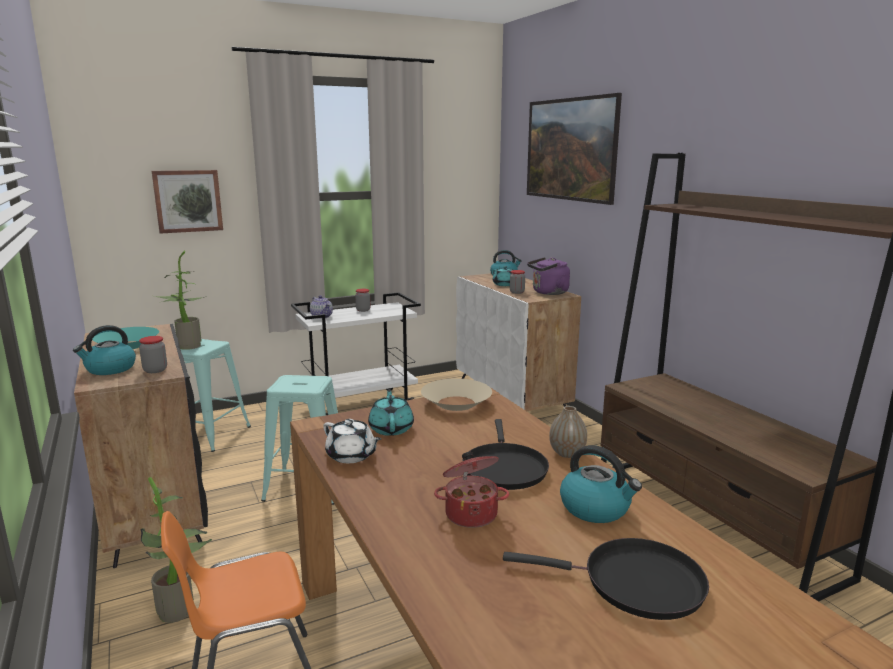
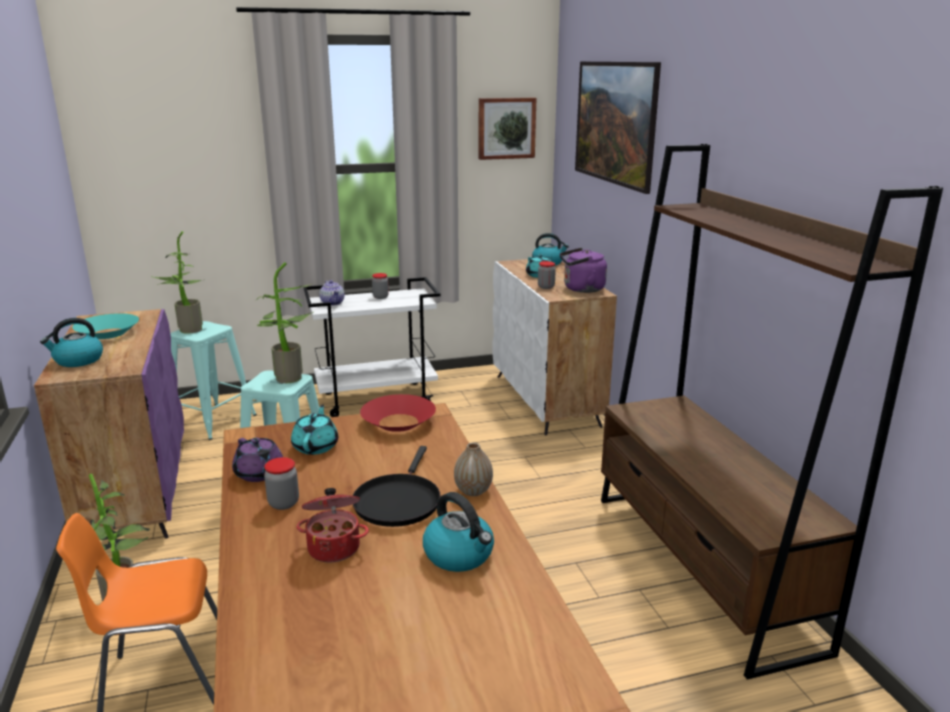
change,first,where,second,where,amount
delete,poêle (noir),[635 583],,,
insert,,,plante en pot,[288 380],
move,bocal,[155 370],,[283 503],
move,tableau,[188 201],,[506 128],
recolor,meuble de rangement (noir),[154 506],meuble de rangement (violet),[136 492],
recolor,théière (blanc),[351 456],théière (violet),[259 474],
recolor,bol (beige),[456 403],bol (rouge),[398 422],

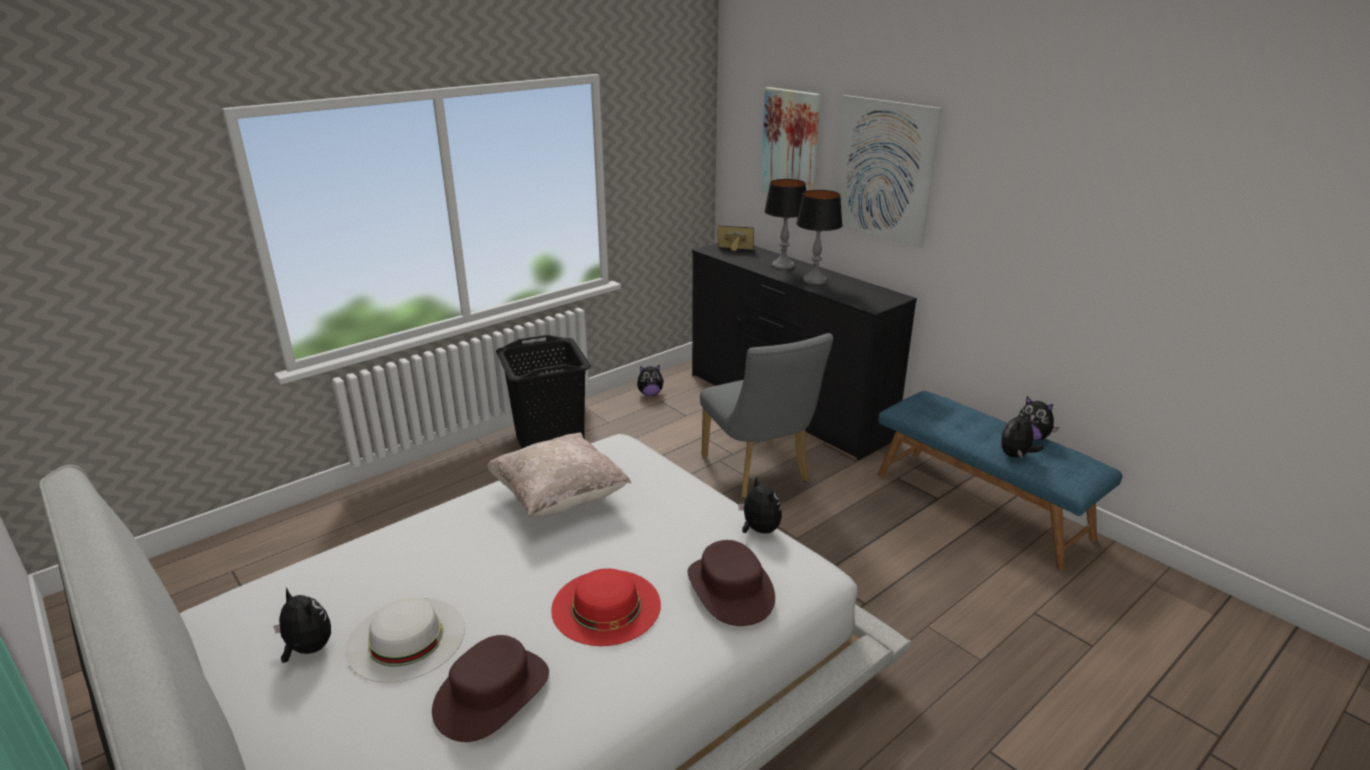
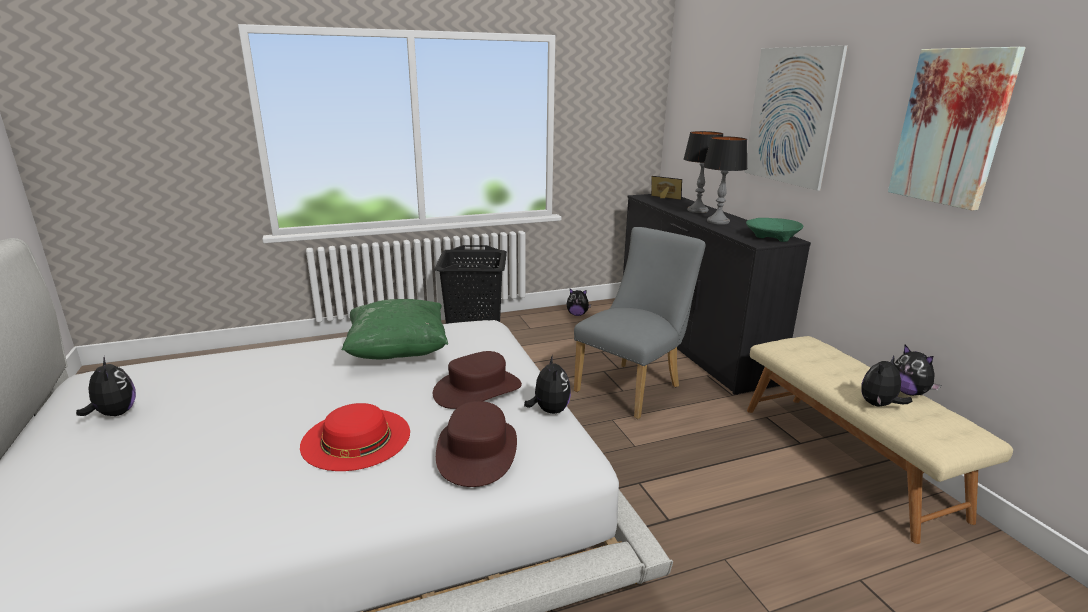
change,first,where,second,where,amount
delete,chapeau (blanc),[406 638],,,
insert,,,bol (vert),[772 237],
move,chapeau (marron),[492 693],,[477 389],
move,tableau,[791 144],,[952 127],
recolor,coussin (beige),[559 498],coussin (vert),[398 352],
recolor,banc (bleu),[981 505],banc (beige),[846 458],
rotate,chaise (gris),[759 472],,[633 386],135 degrees counterclockwise

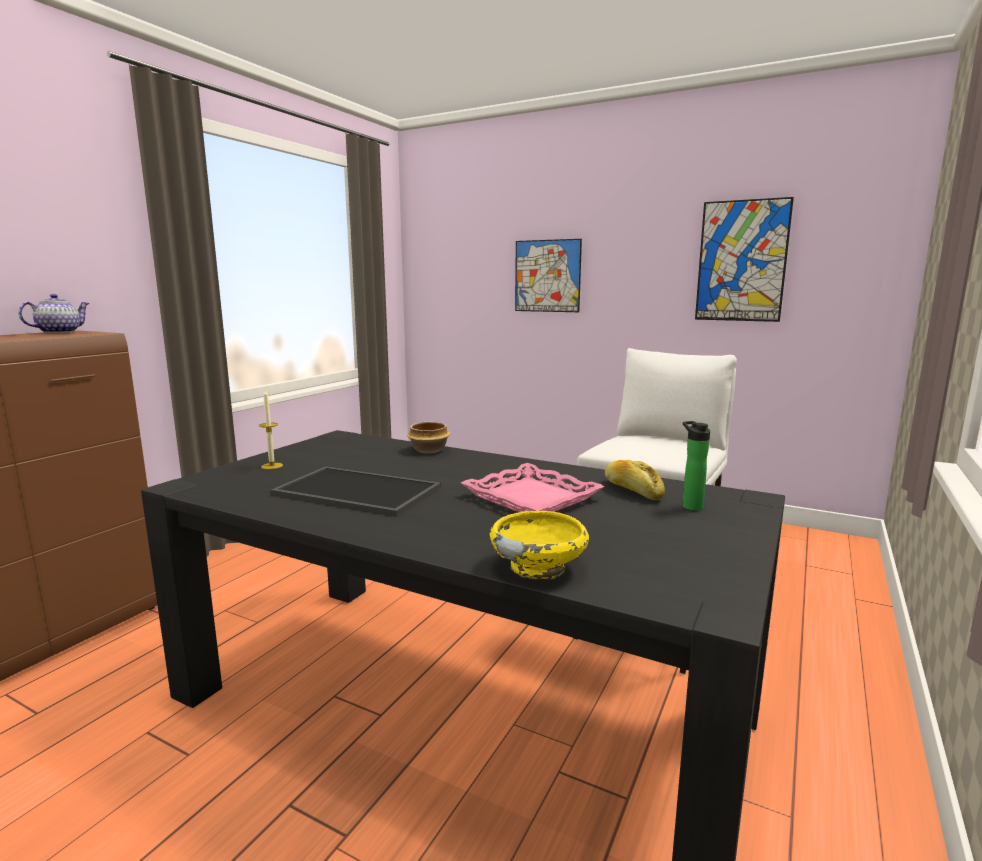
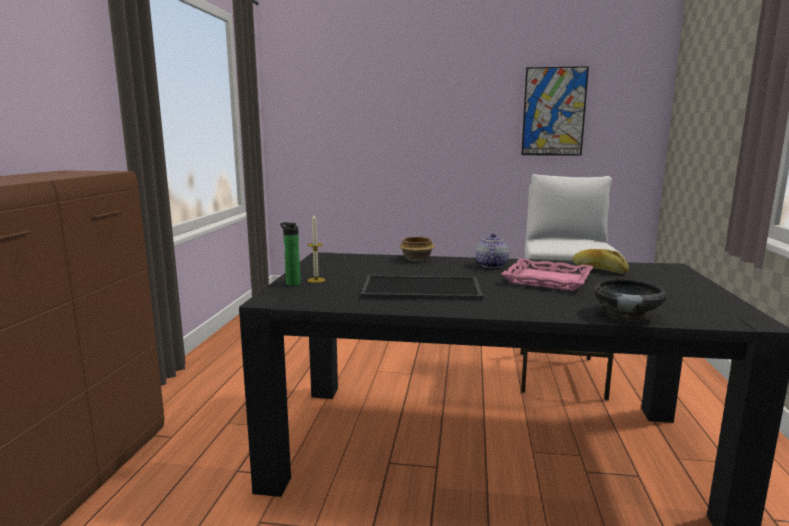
change,first,where,second,where,amount
delete,tableau,[547 276],,,
move,théière,[59 332],,[490 265],
move,bouteille,[690 506],,[292 283],
recolor,bol (jaune),[539 567],bol (noir),[627 315],

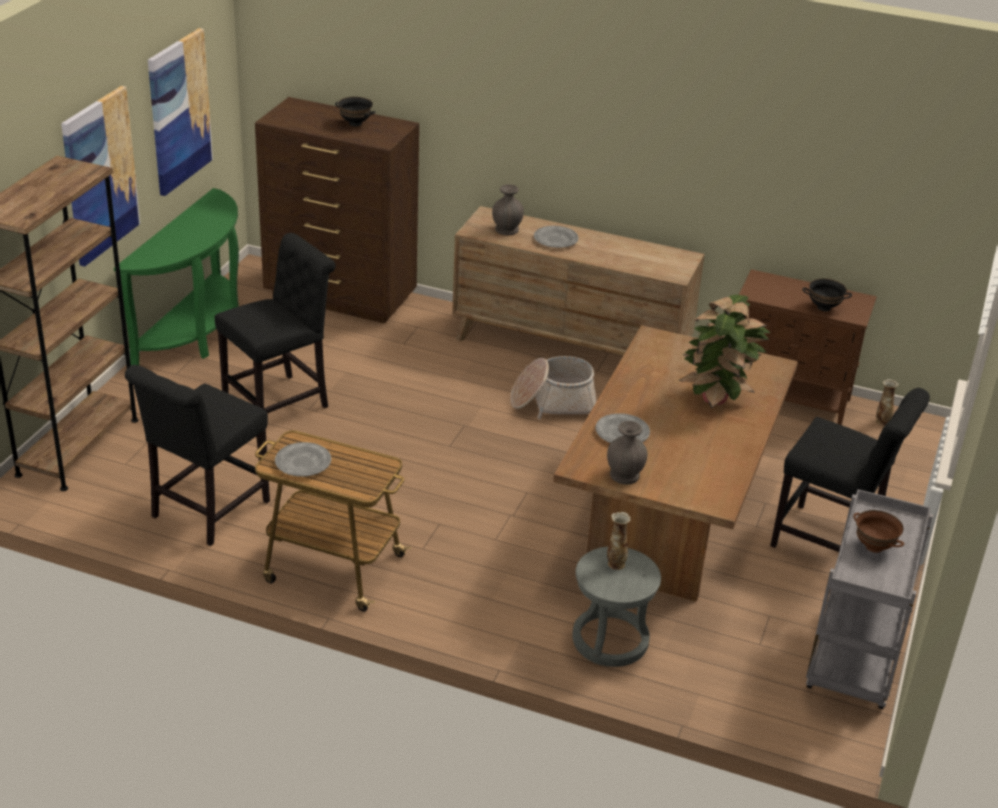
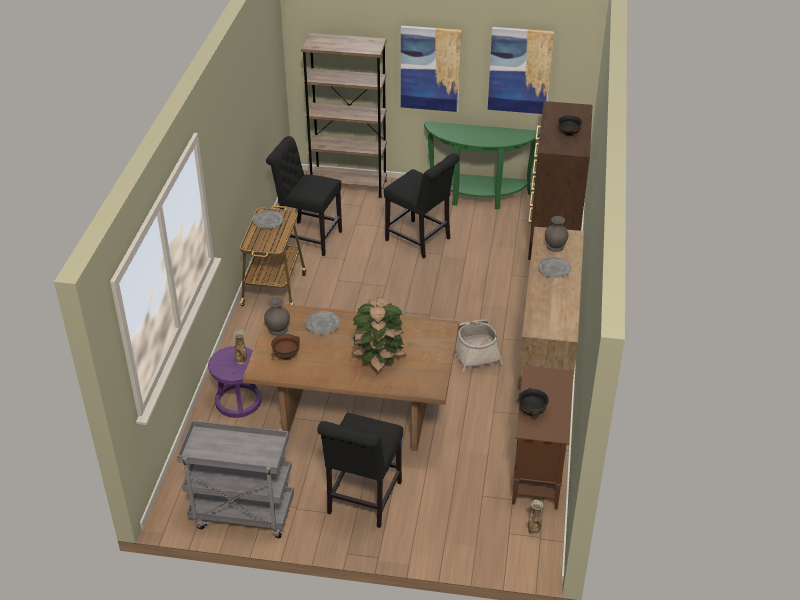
change,first,where,second,where,amount
move,bol (marron),[874 547],,[286 356],
recolor,tabouret (gris),[610 640],tabouret (violet),[238 401],

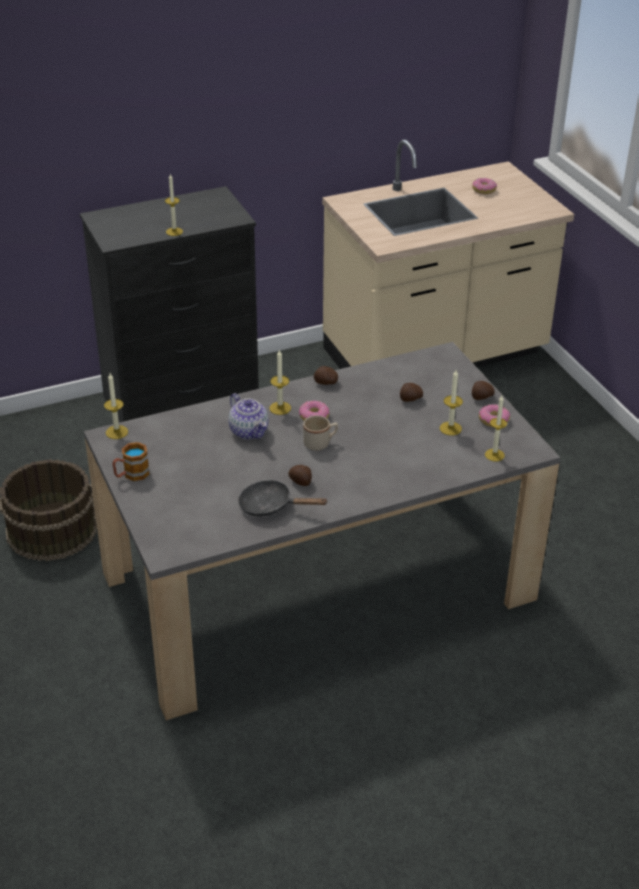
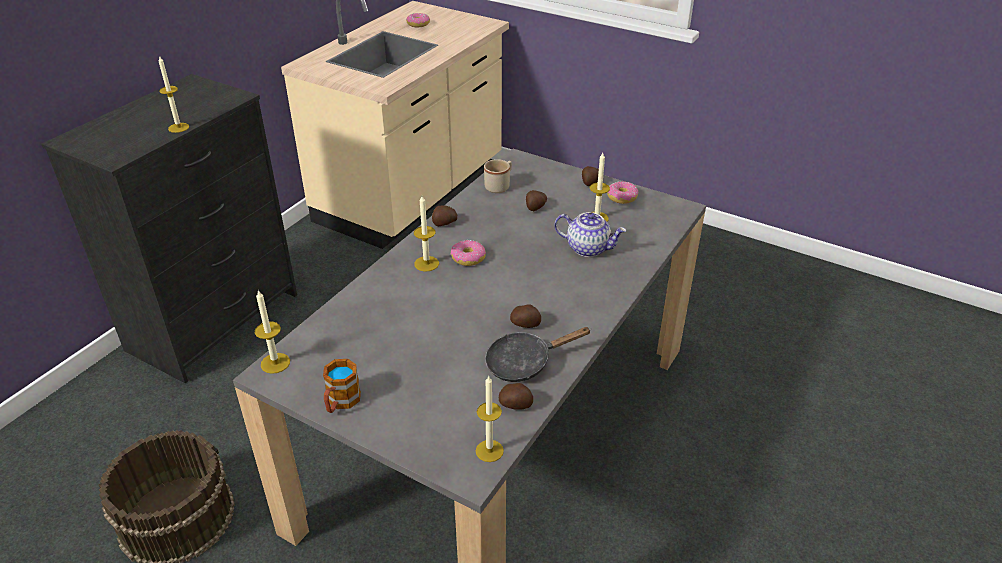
change,first,where,second,where,amount
insert,,,pomme de terre,[516 405],
move,théière,[249 431],,[588 248],
move,mug (beige),[320 443],,[499 186],
move,bougie,[494 455],,[489 451],

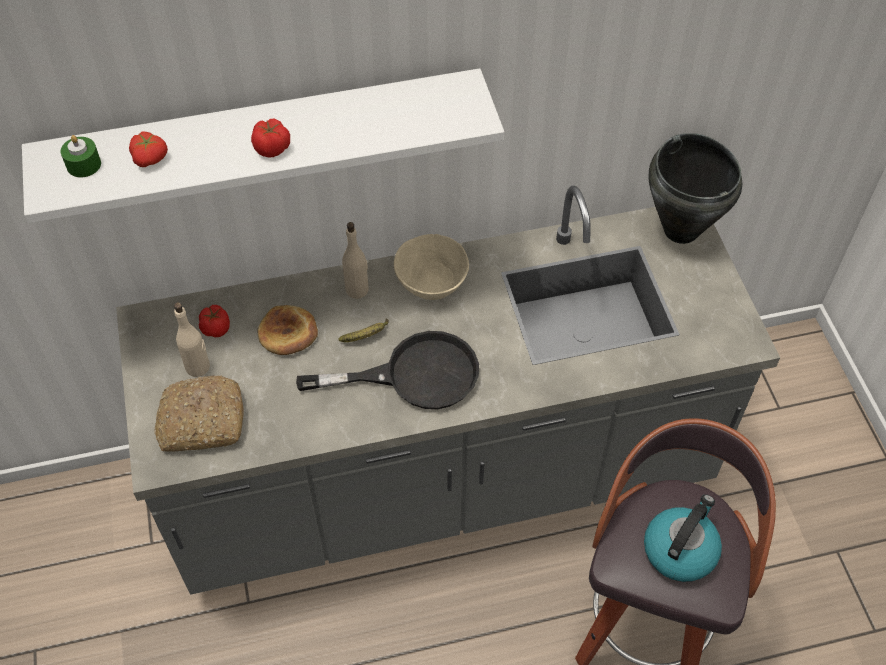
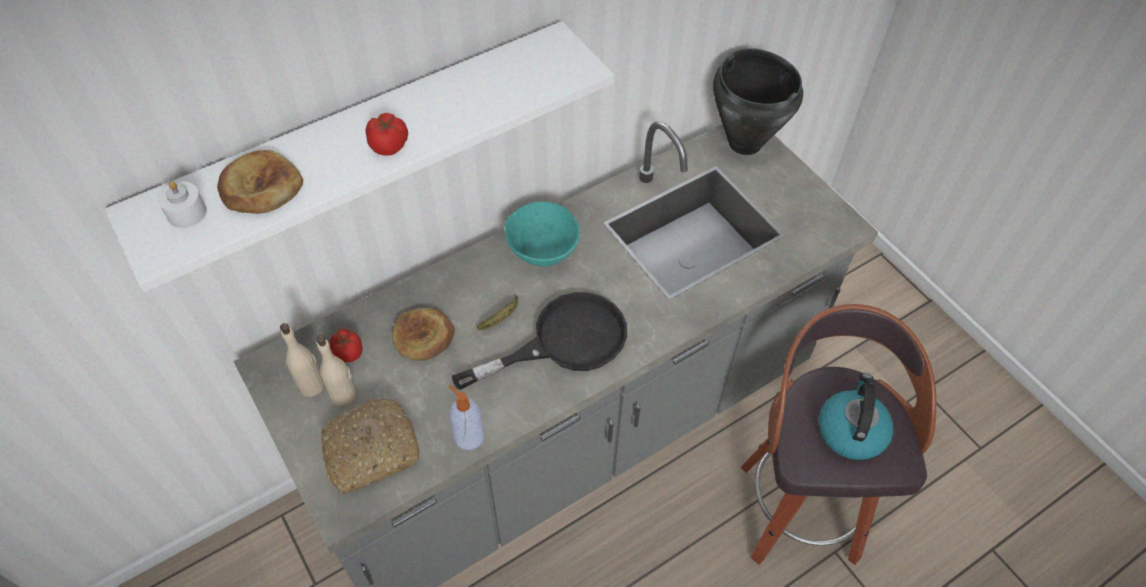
change,first,where,second,where,amount
insert,,,distributeur de savon,[468 435],
move,bouteille (beige),[357 289],,[312 385],
replace,tomate,[151 158],pain,[260 187],
recolor,bougie (vert),[84 164],bougie (blanc),[187 213],
recolor,bol (beige),[432 283],bol (turquoise),[543 250],

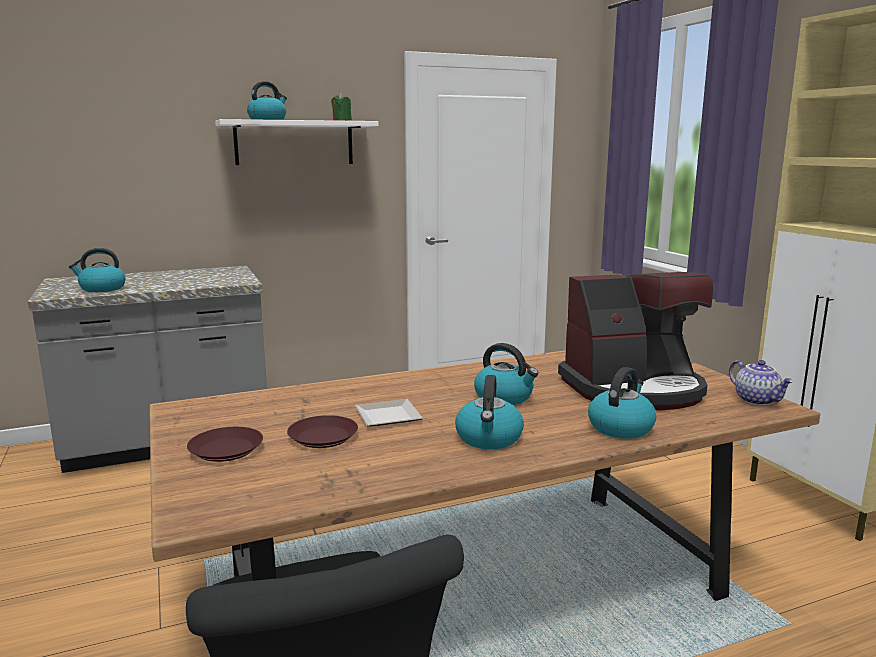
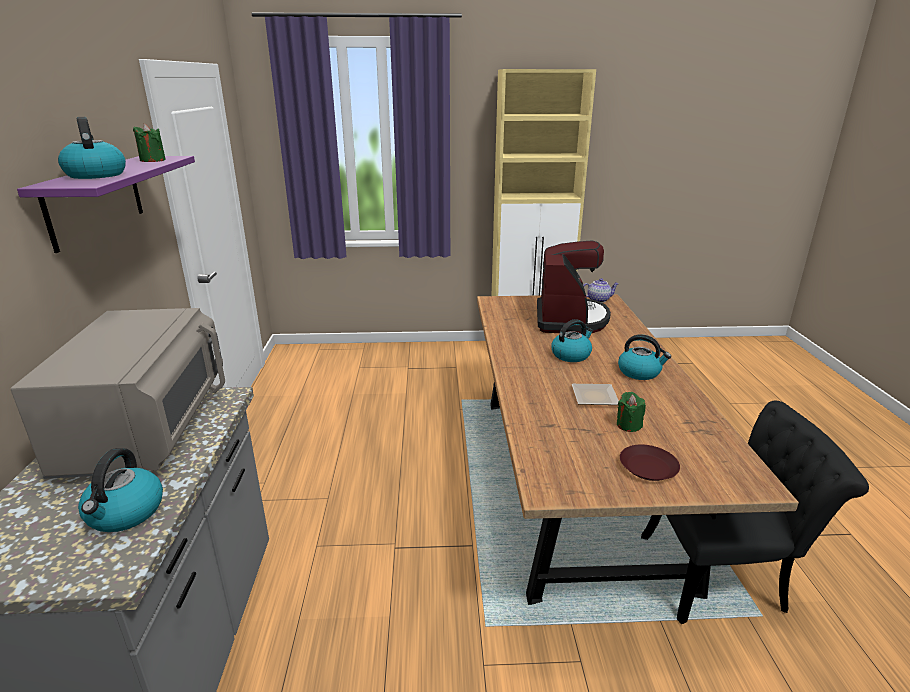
change,first,where,second,where,amount
delete,bouilloire,[620 427],,,
insert,,,micro-ondes (gris),[150 429],
replace,assiette (marron),[323 437],bougie (vert),[628 425],
recolor,étagère (blanc),[294 143],étagère (violet),[95 200],

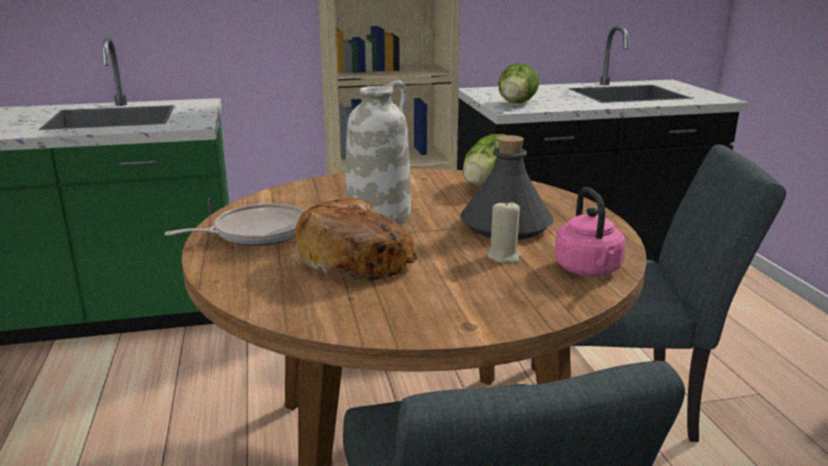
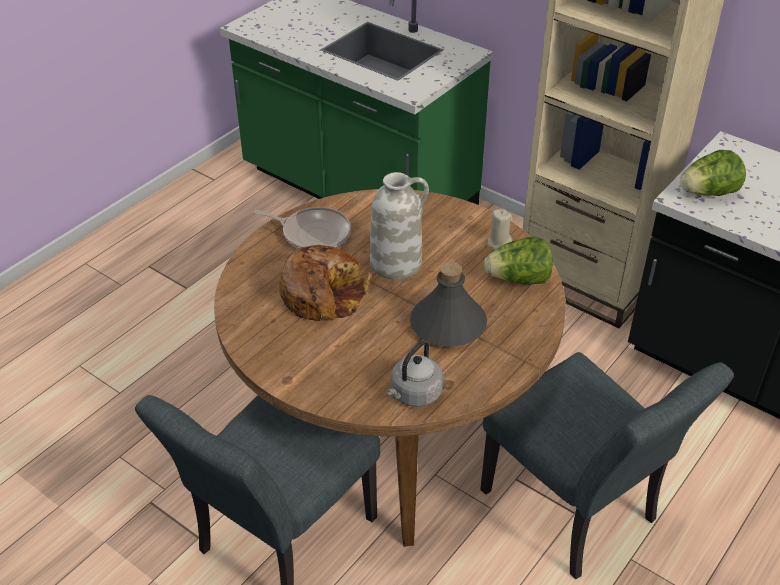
change,first,where,second,where,amount
move,bougie (beige),[504 256],,[498 243],
recolor,bouilloire (rose),[589 270],bouilloire (gris),[414 395],

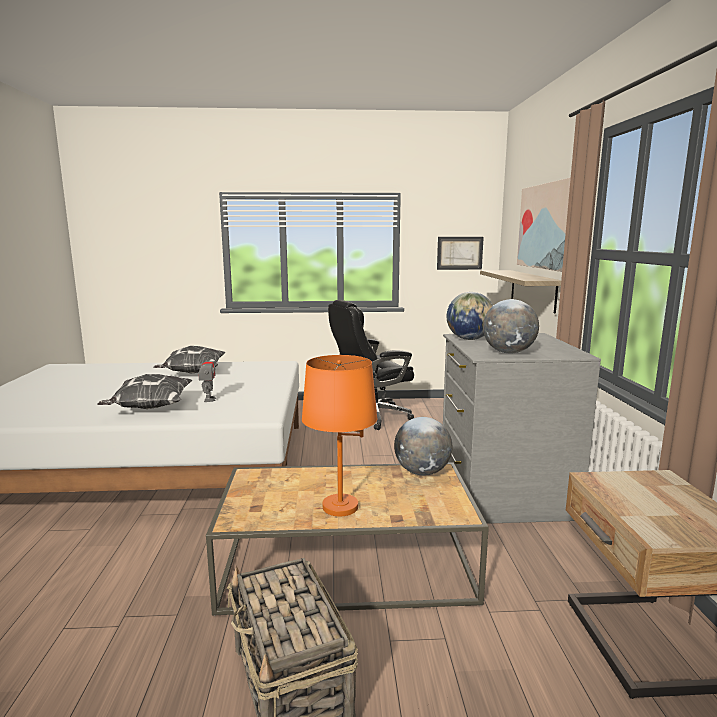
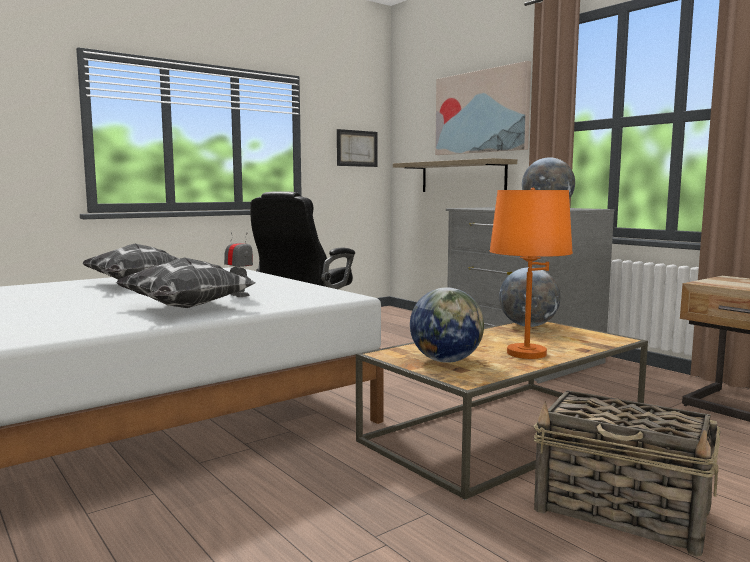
change,first,where,second,where,amount
move,globe,[469 339],,[446 361],

